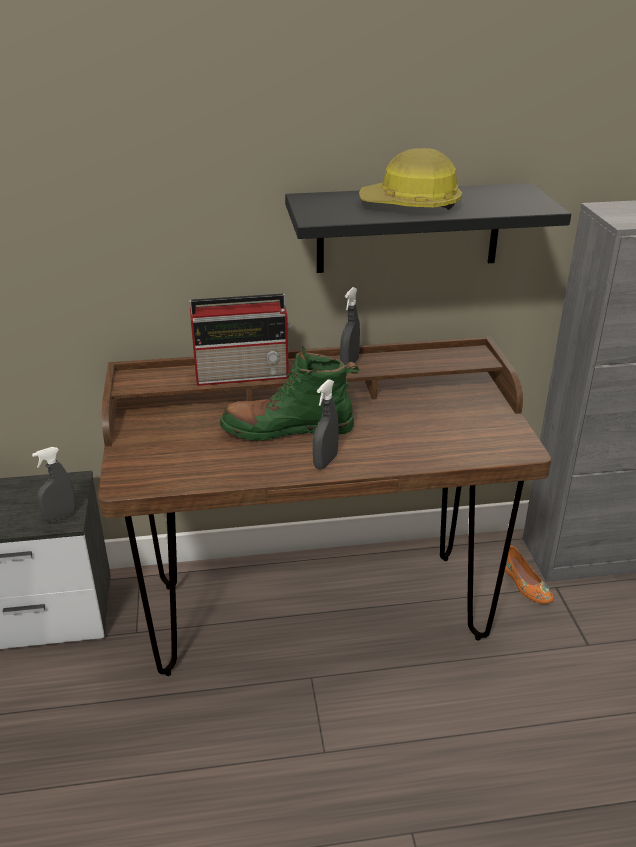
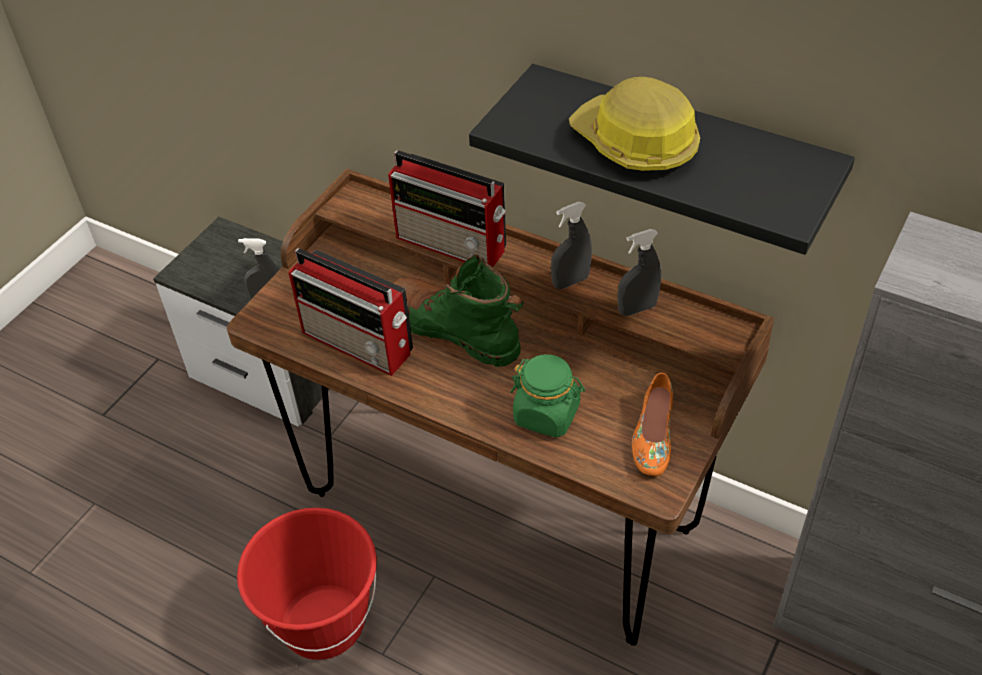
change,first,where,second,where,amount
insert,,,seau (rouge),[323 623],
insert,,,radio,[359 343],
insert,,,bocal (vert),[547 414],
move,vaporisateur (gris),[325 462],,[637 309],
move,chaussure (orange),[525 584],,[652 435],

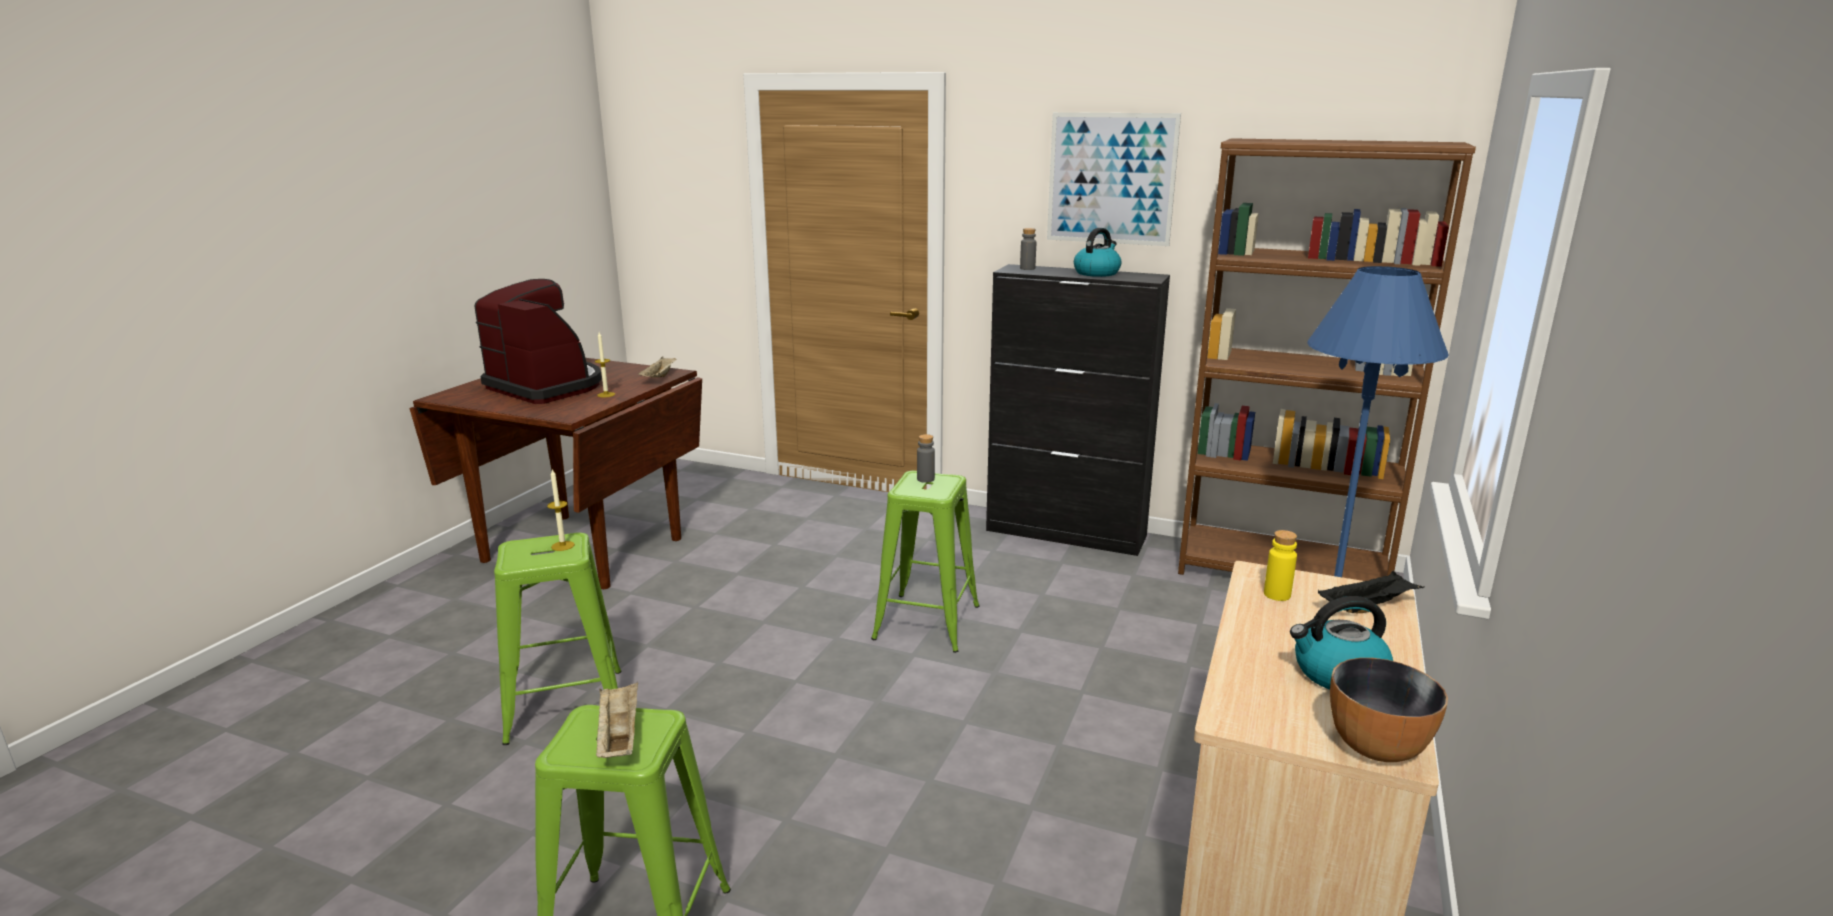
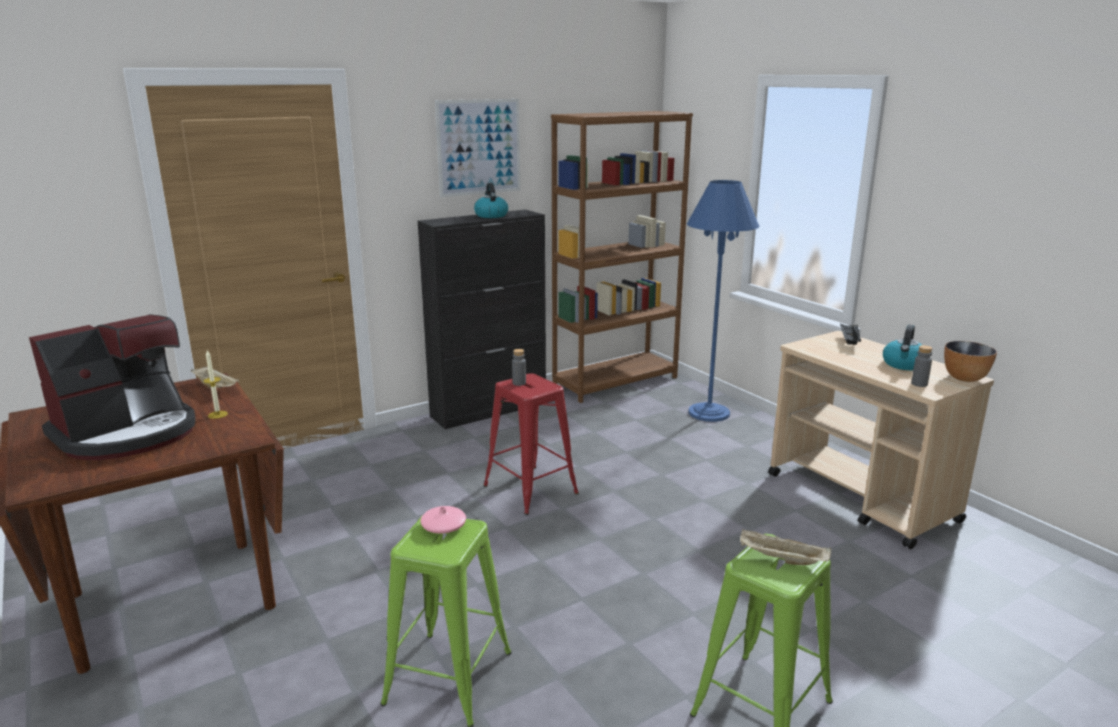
change,first,where,second,where,amount
delete,bouteille (jaune),[1277 595],,,
move,bouteille (gris),[1027 268],,[919 384],
replace,bougie,[563 546],vase (rose),[443 526],
recolor,tabouret (vert),[927 622],tabouret (rouge),[530 489],
rotate,machine à café,[547 387],,[128 433],150 degrees clockwise

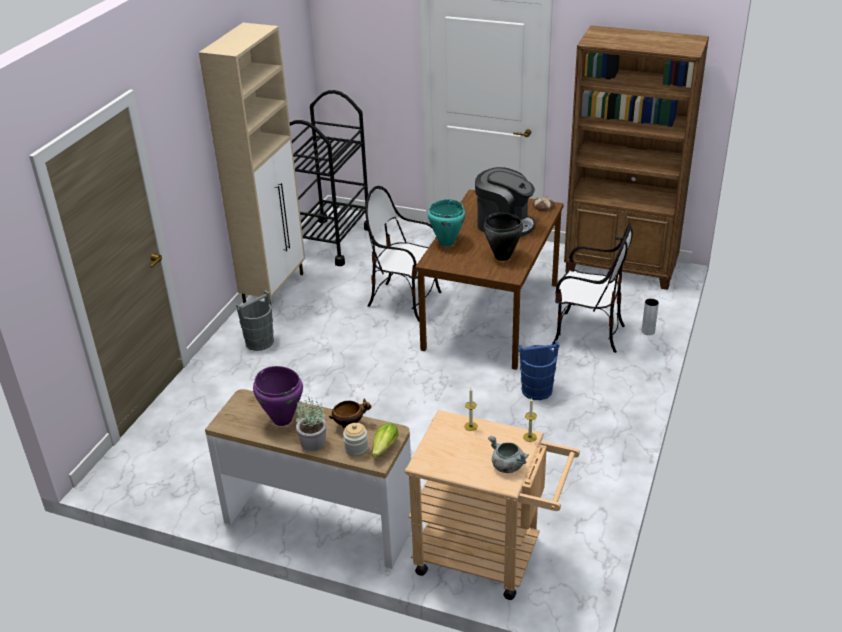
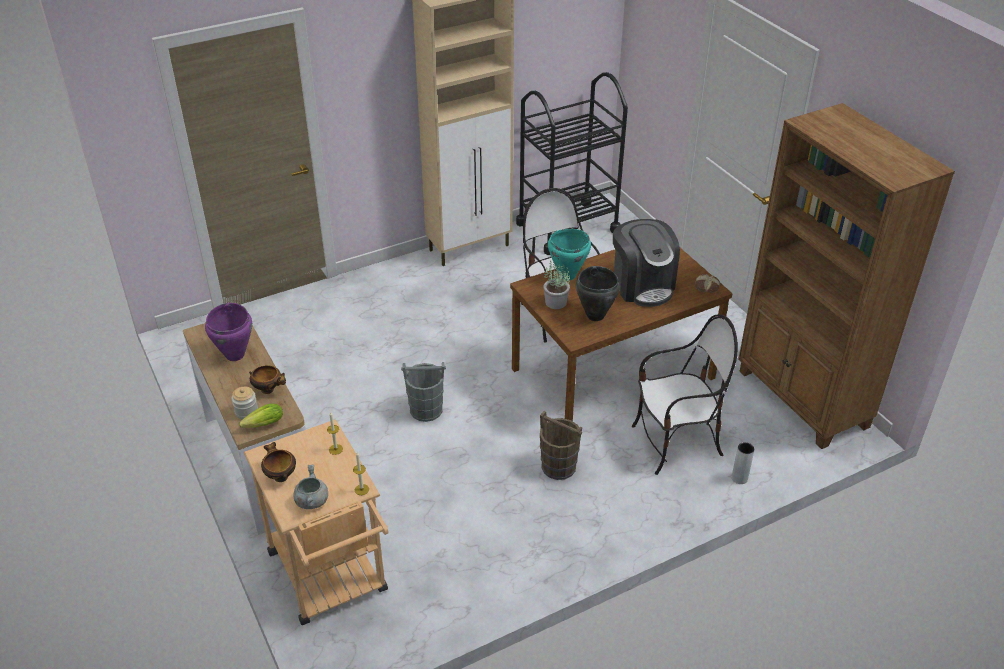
change,first,where,second,where,amount
insert,,,bol,[280 476],
move,seau (gris),[259 342],,[425 410],
move,plante en pot,[312 443],,[555 302],
recolor,seau (bleu),[537 390],seau (marron),[559 467],
rotate,chaise,[587 334],,[676 444],75 degrees counterclockwise

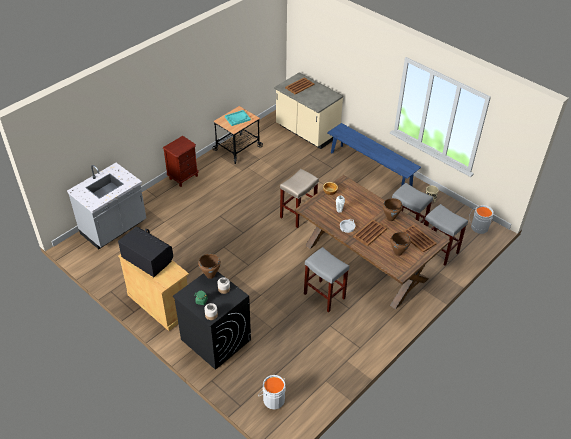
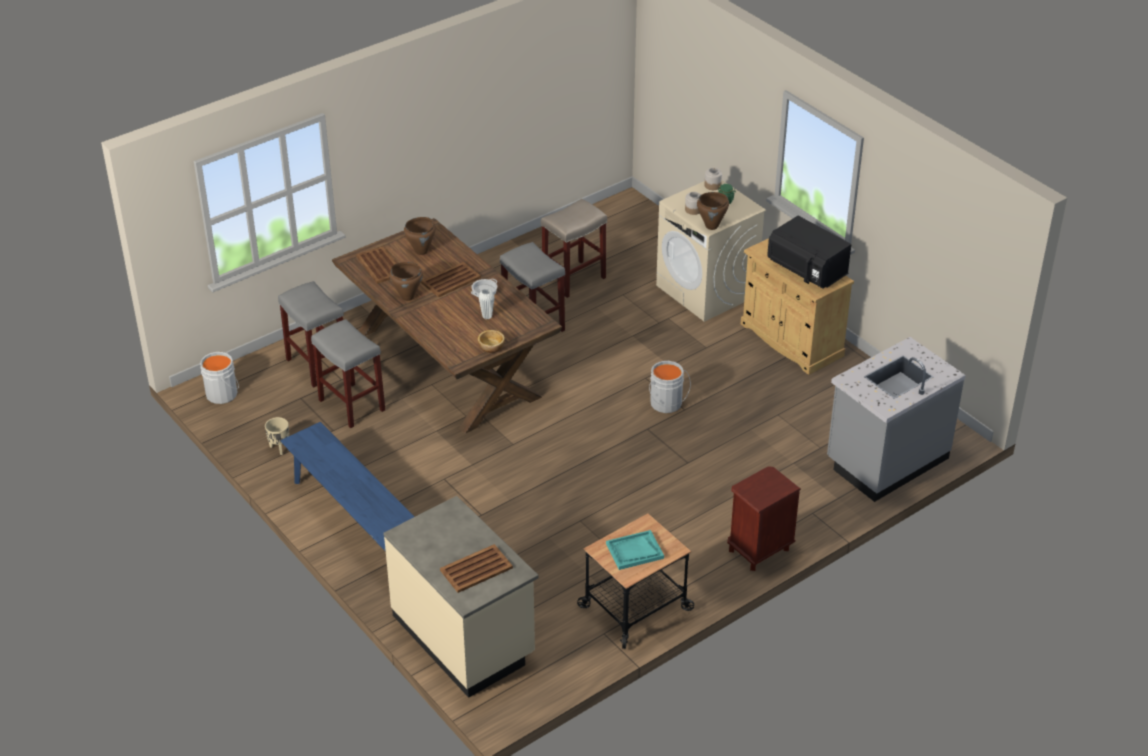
change,first,where,second,where,amount
move,seau (gris),[273 399],,[667 404],
move,tabouret (beige),[298 214],,[573 279],
recolor,lave-linge (noir),[215 339],lave-linge (beige),[707 291],

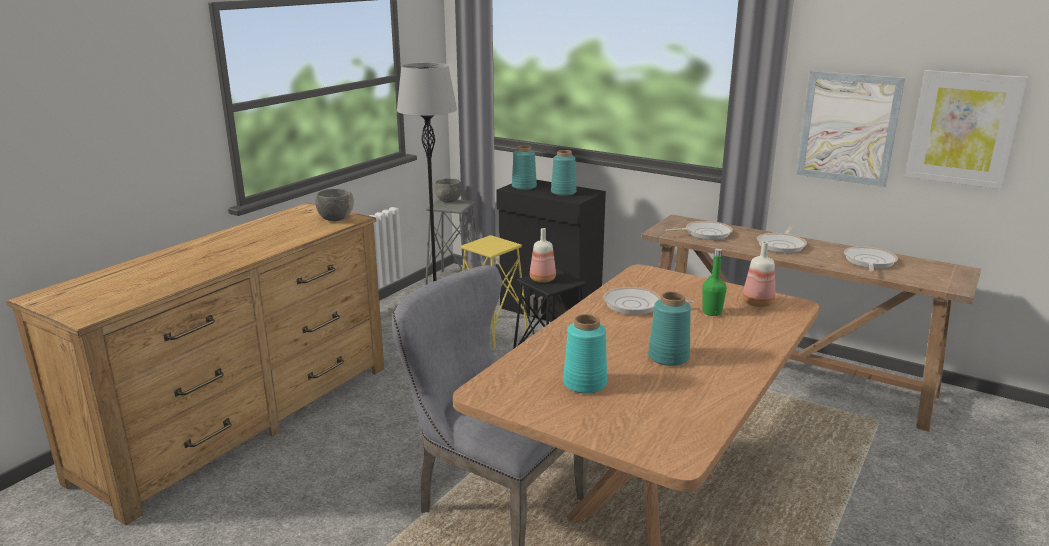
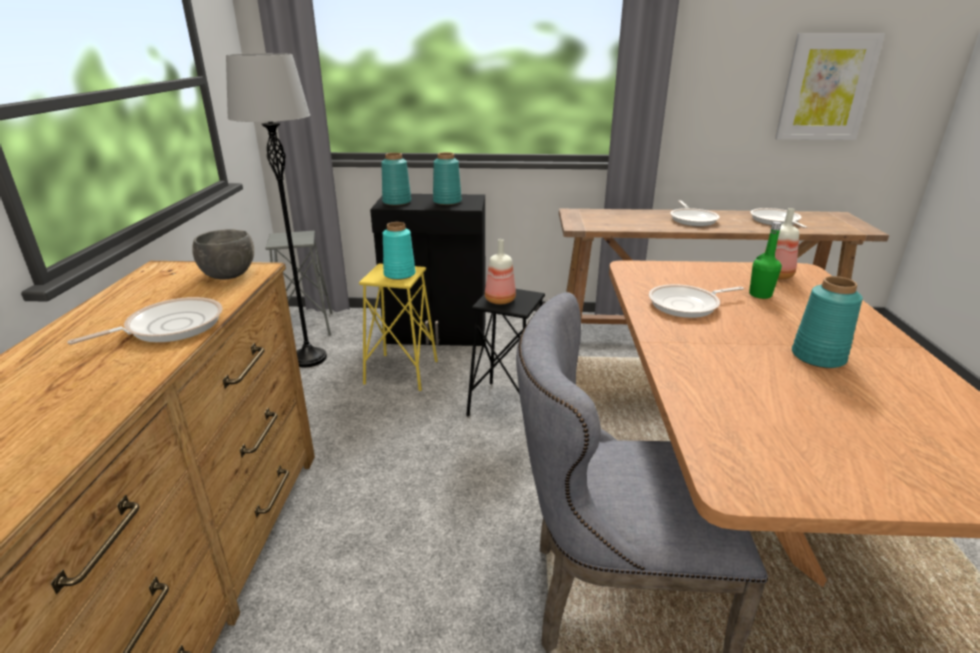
change,first,where,second,where,amount
delete,bol (gris),[448 201],,,
delete,tableau,[848 128],,,
move,vase (turquoise),[585 384],,[400 274],
move,poêle,[705 233],,[169 327],

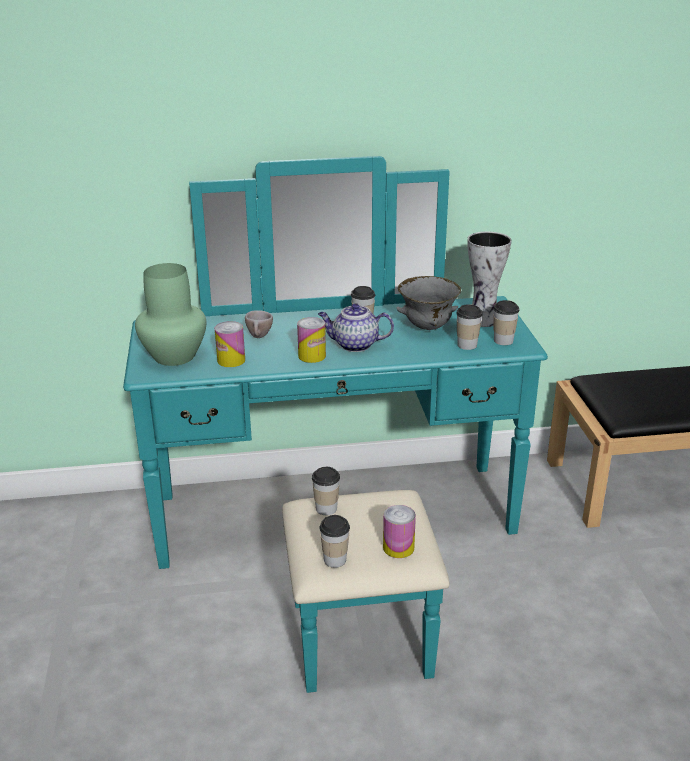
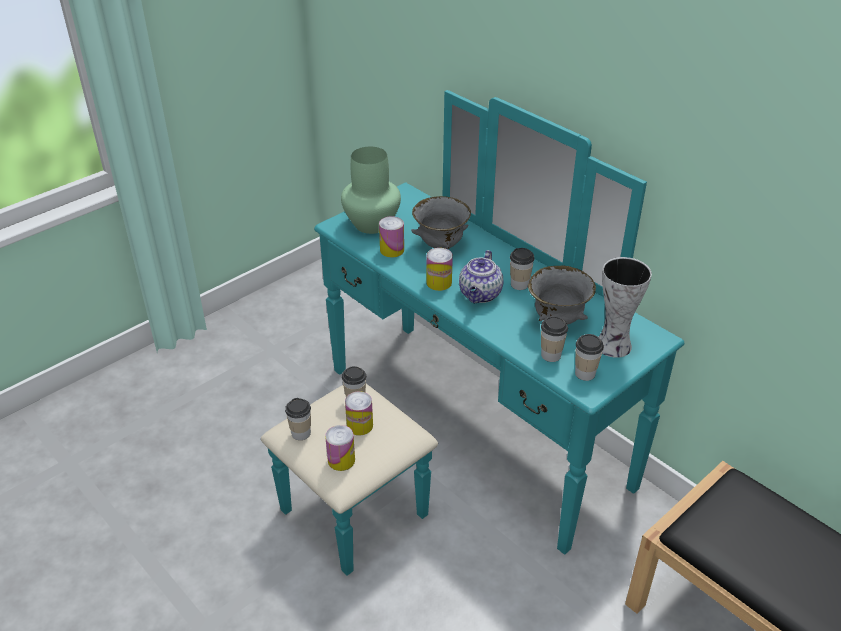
change,first,where,second,where,amount
insert,,,boîte métallique,[360 425],
replace,tasse (beige),[259 337],bol (gris),[440 245],
rotate,théière,[354 345],,[480 295],135 degrees counterclockwise

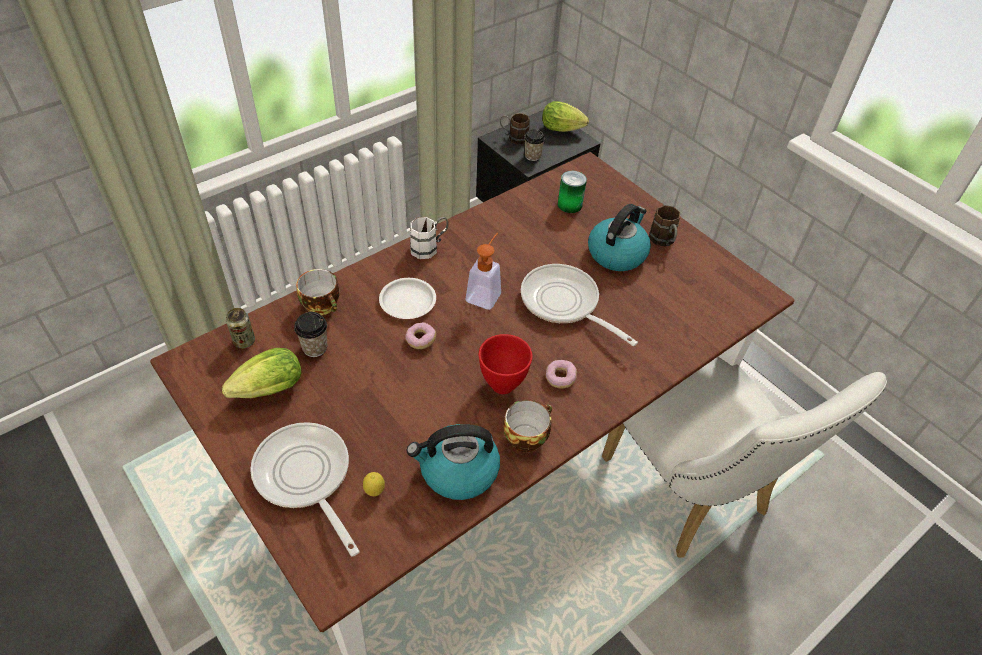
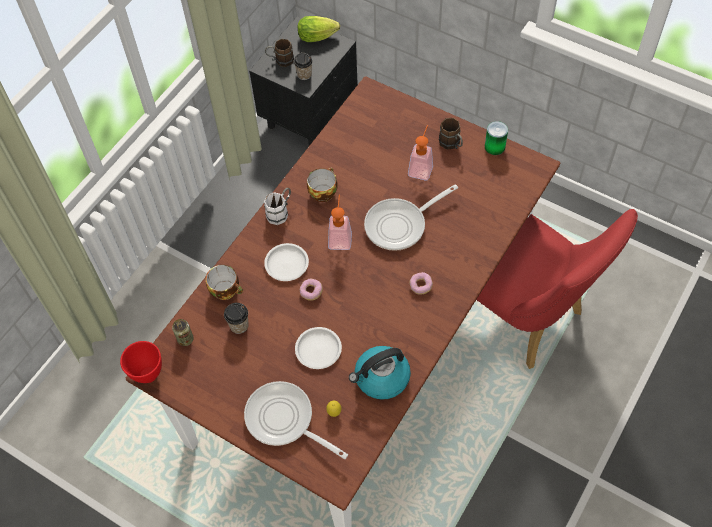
change,first,where,second,where,amount
delete,laitue,[265 391],,,
insert,,,assiette (blanc),[318 349],
move,bol (rouge),[502 384],,[147 374],
move,tasse,[526 436],,[323 192],
move,boîte métallique,[569 205],,[494 147],
replace,bouilloire,[617 253],distributeur de savon,[421 167],
recolor,chaise (blanc),[692 494],chaise (rouge),[524 317],
rotate,poêle,[564 304],,[400 225],60 degrees counterclockwise

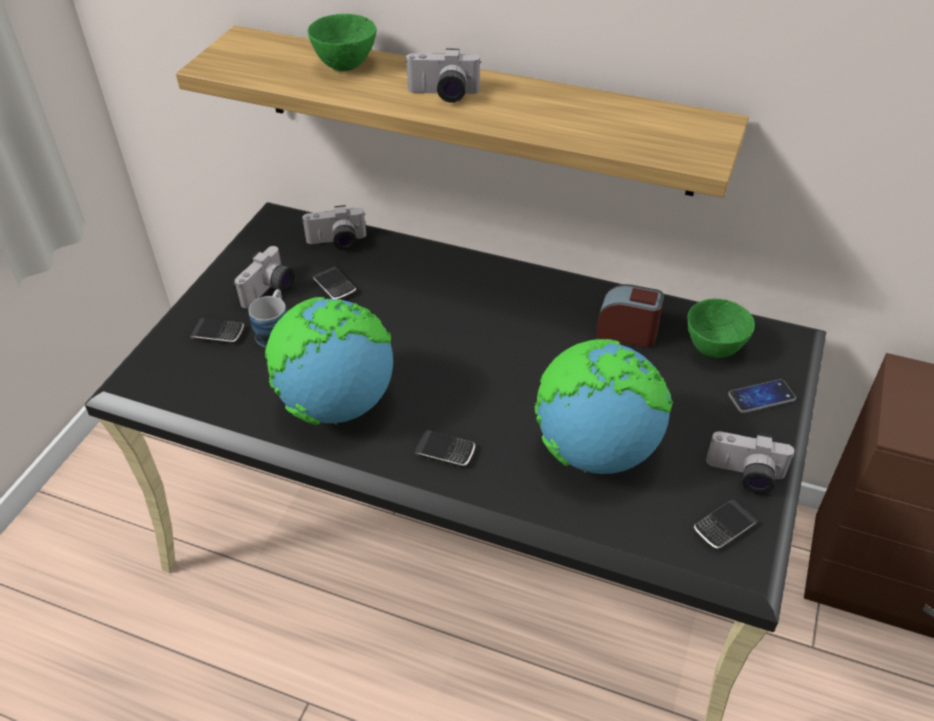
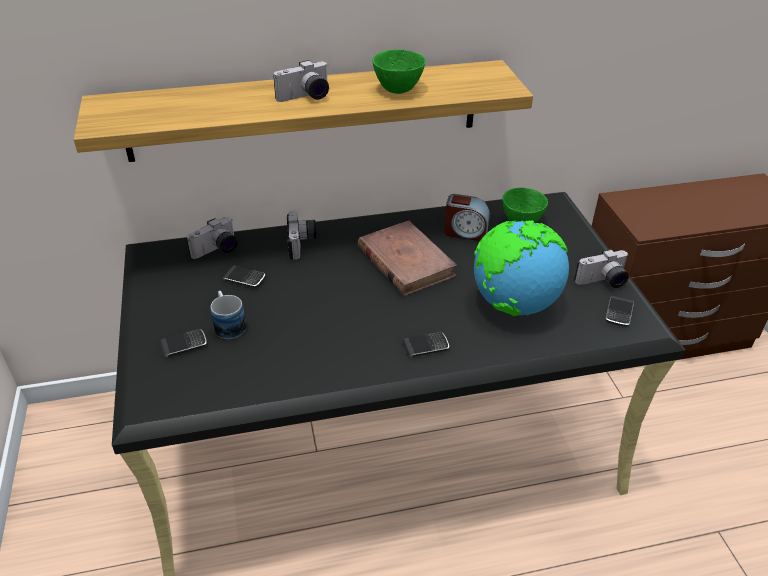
change,first,where,second,where,amount
delete,globe,[336 404],,,
delete,téléphone,[761 397],,,
insert,,,livre (marron),[405 262],
move,appareil photo,[270 291],,[302 243],
move,bol (vert),[345 65],,[397 89],
rotate,réveil,[627 332],,[465 232],150 degrees counterclockwise

